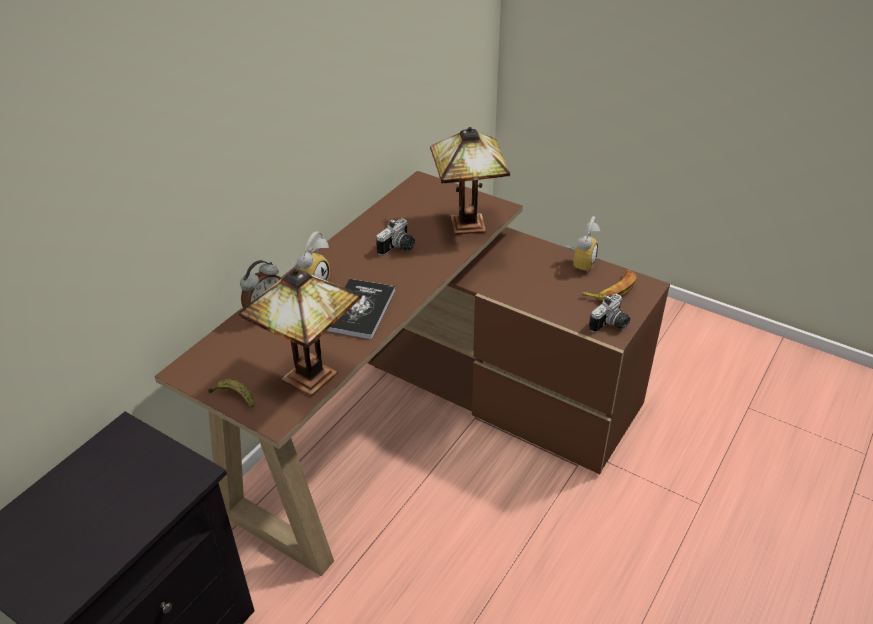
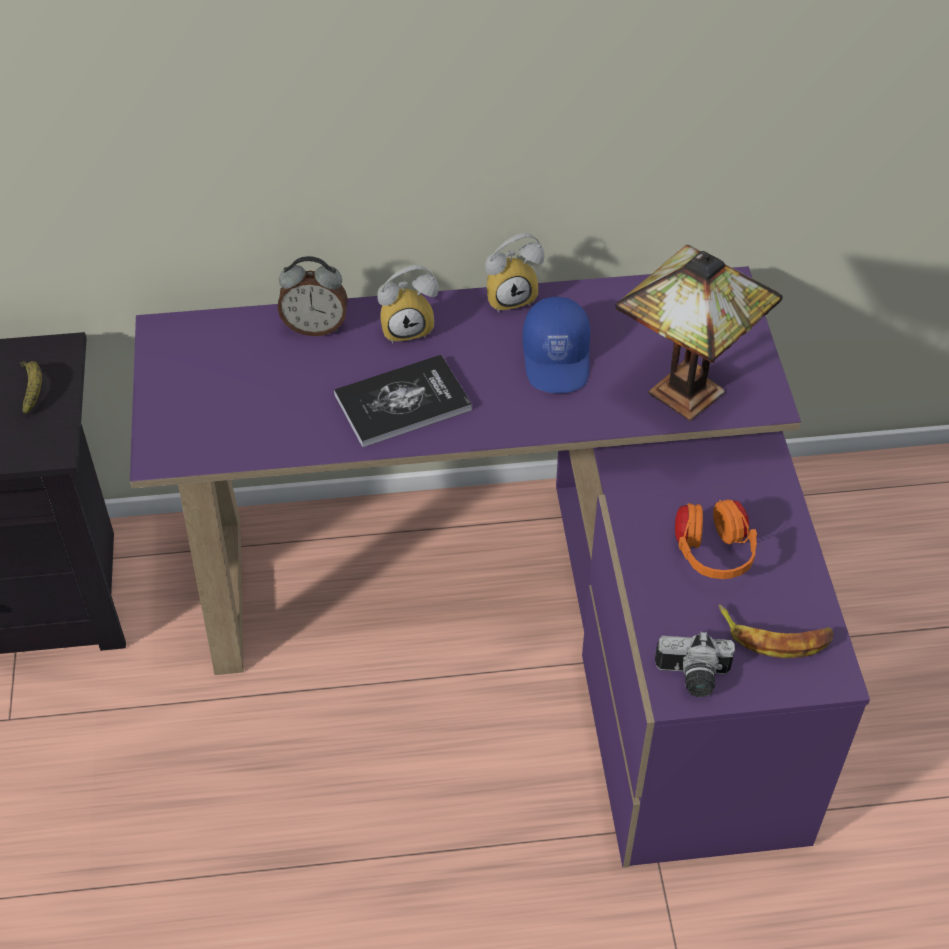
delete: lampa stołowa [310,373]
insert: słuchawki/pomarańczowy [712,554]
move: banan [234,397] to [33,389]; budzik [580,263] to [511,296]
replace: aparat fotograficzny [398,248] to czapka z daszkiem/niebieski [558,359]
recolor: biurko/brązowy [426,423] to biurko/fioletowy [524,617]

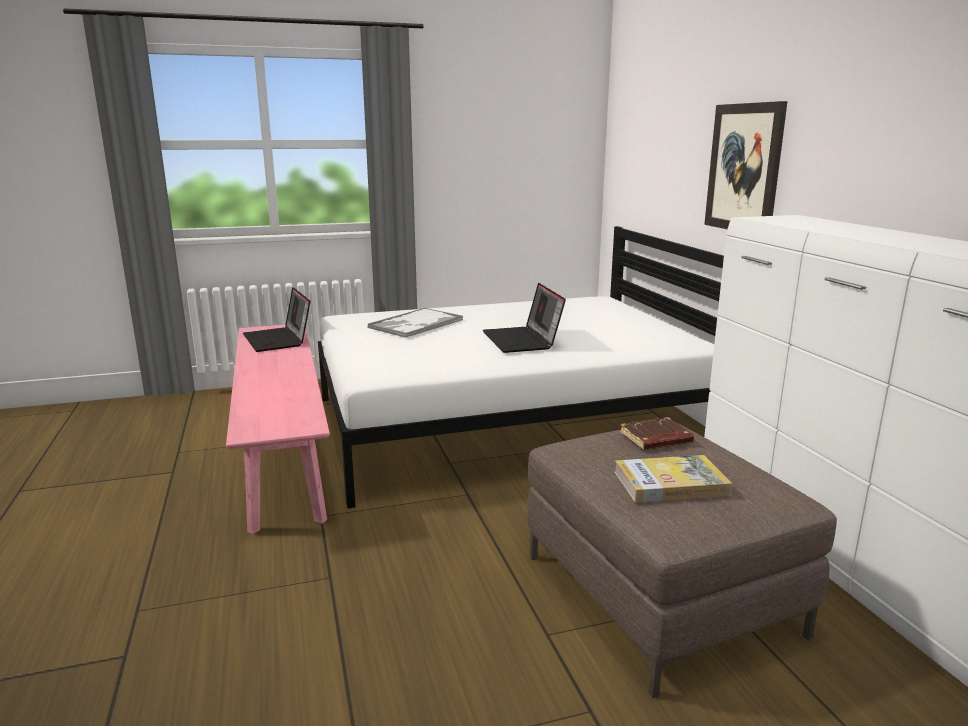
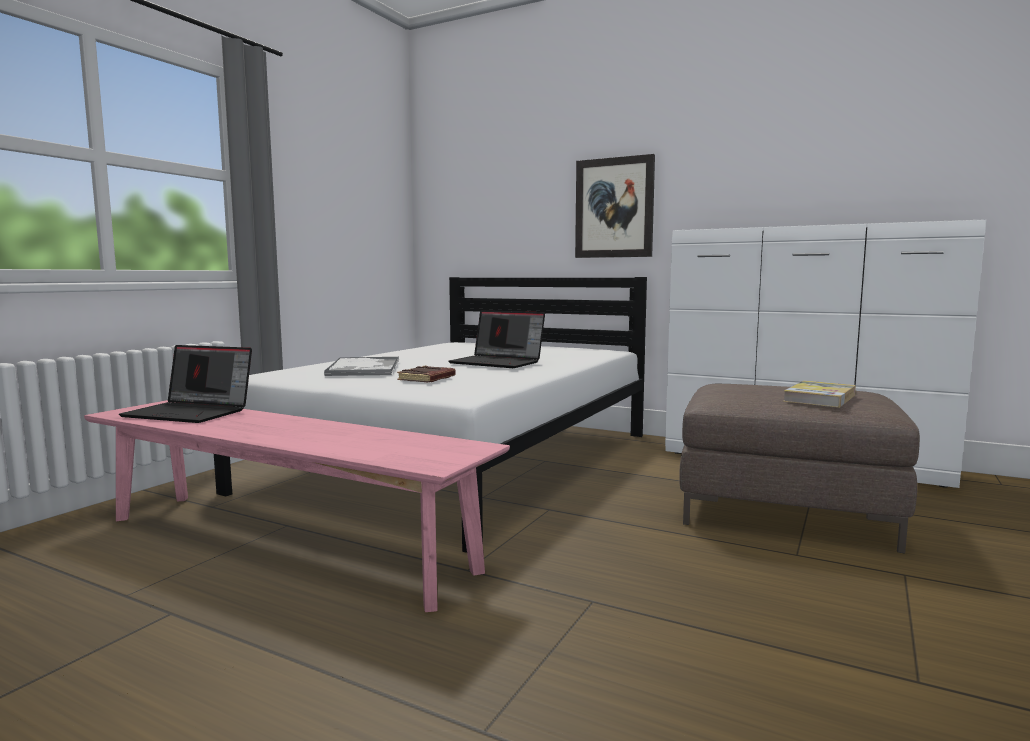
move: książka/brązowy [655,439] to [427,379]

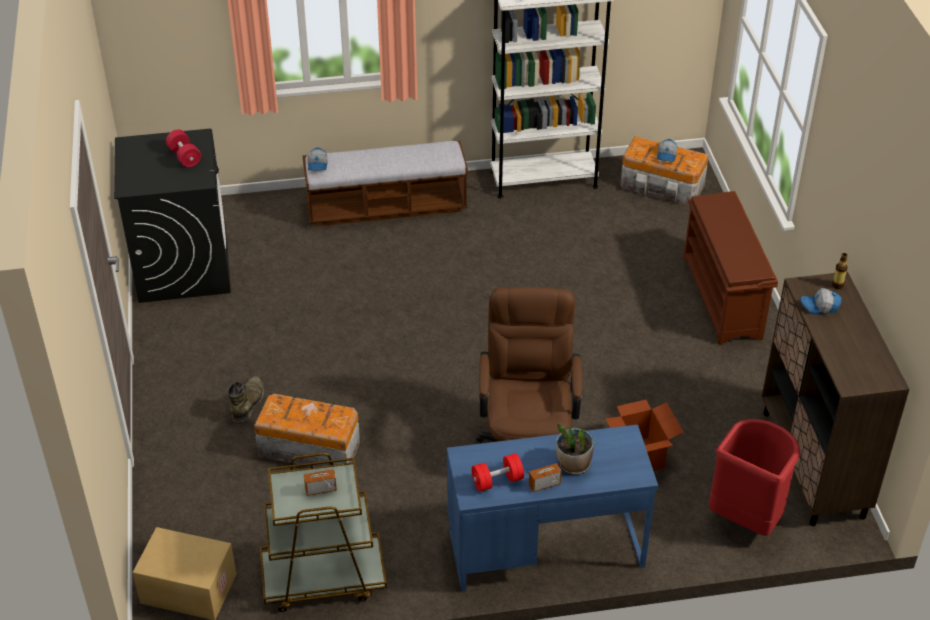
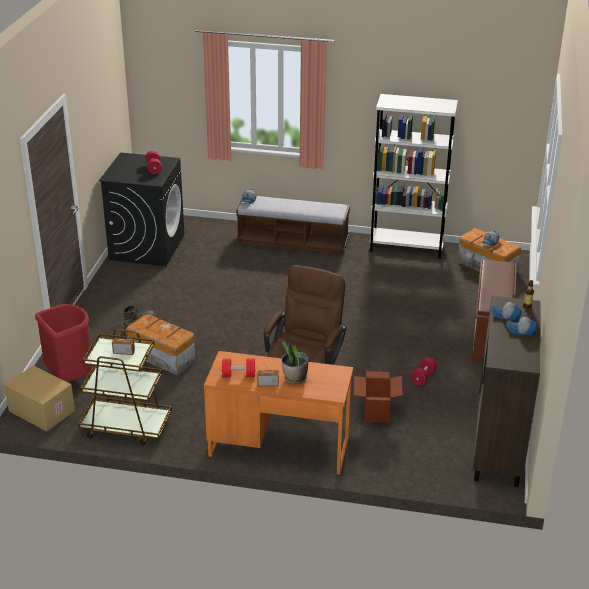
insert: hantel/czerwony [423,377]; czapka z daszkiem [521,330]
move: kosz na śmieci/czerwony [746,518] to [70,377]
recolor: biurko/niebieski [545,548] to biurko/pomarańczowy [279,446]

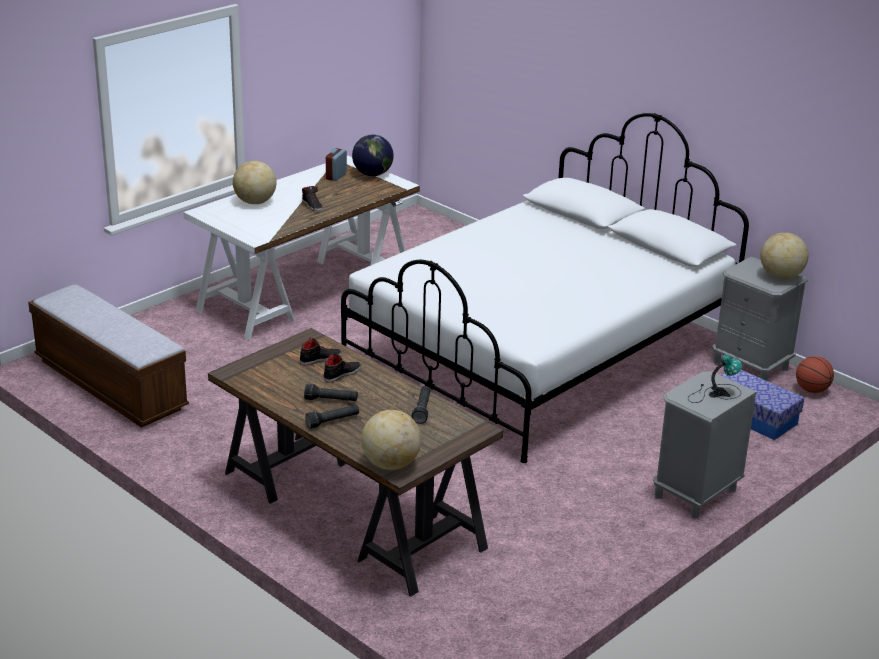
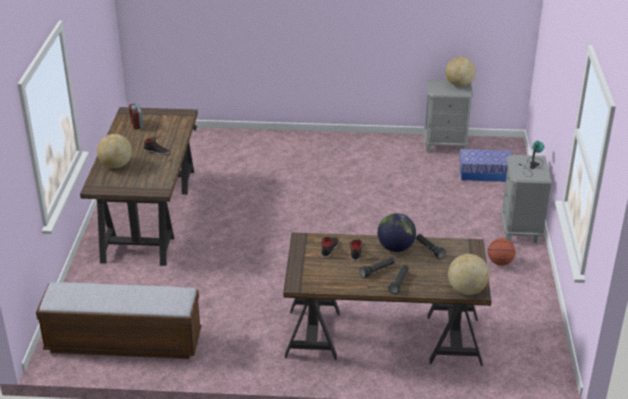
delete: łóżko/biały [541,354]
move: globus [372,174] to [395,248]; piłka do koszykówki [812,390] to [500,262]
recolor: biurko/biały [306,290] to biurko/brązowy [149,214]

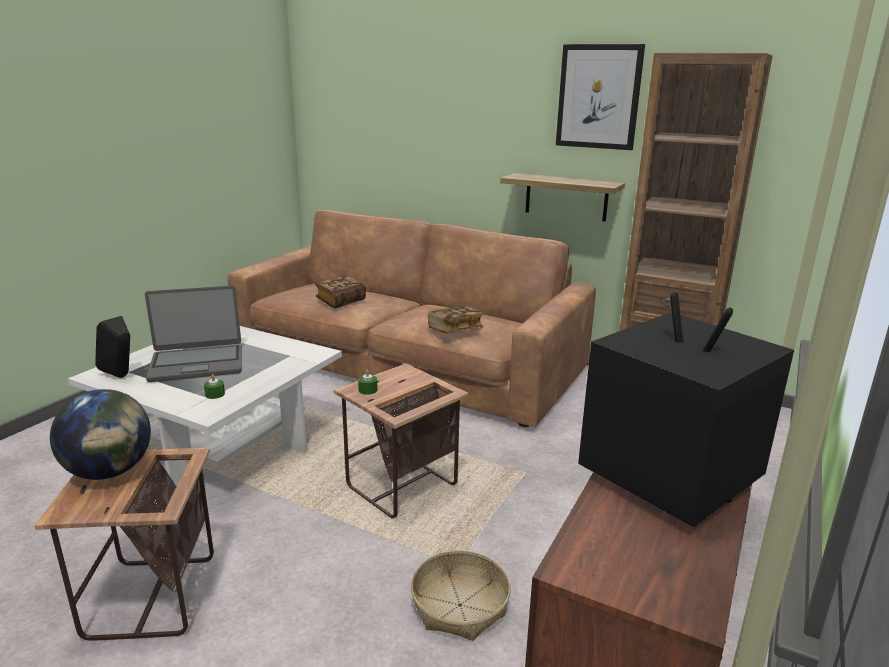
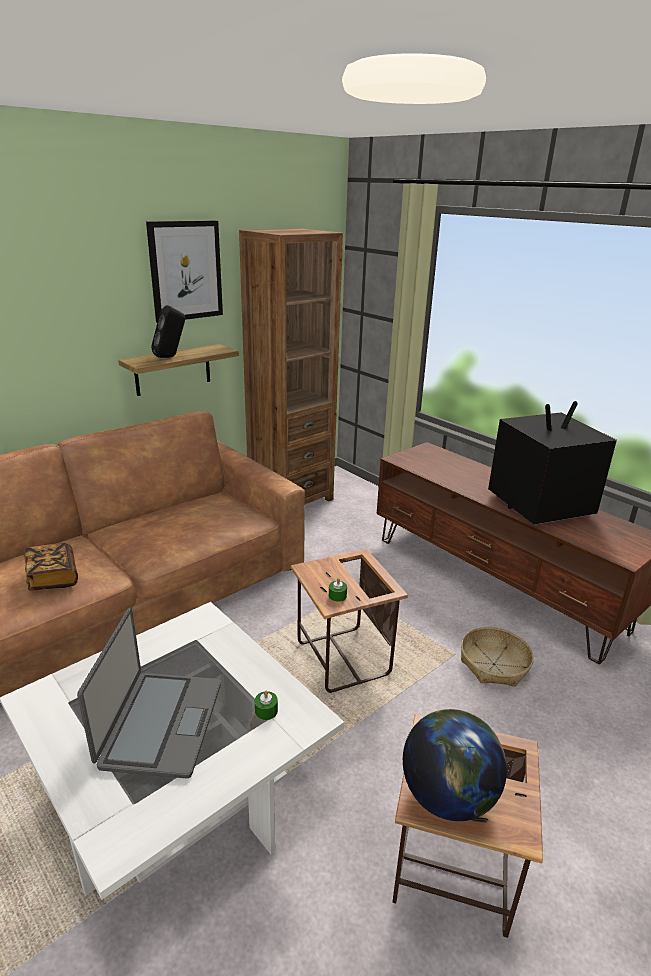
delete: książka [455,331]
move: głośnik/czarny [121,377] to [171,357]

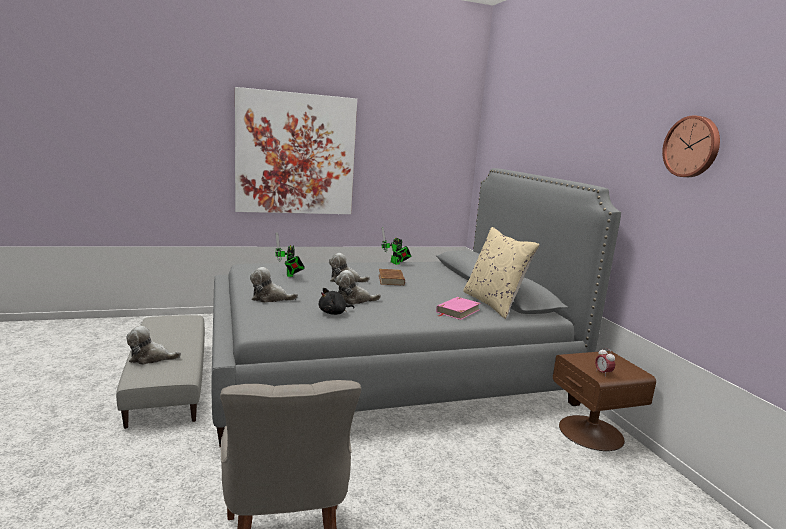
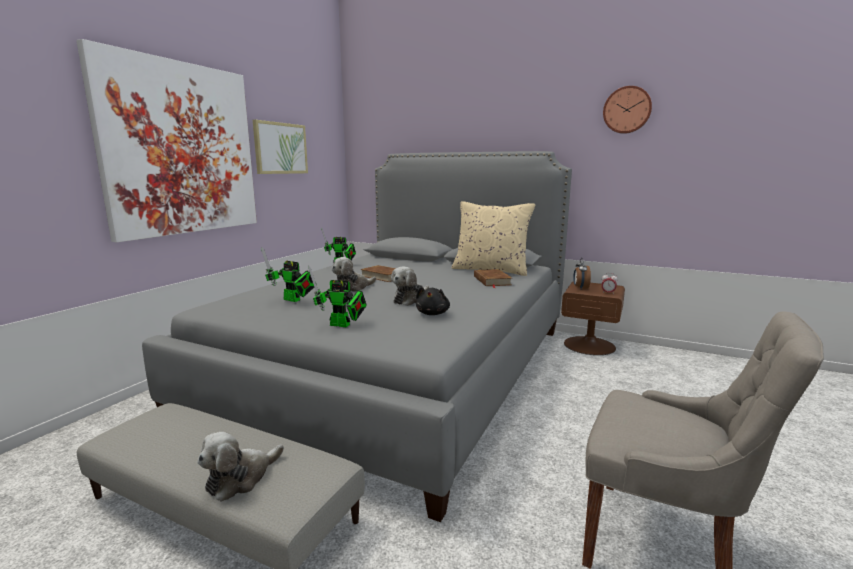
insert: obraz [280,148]; budzik [580,288]
replace: pluszak [270,298] to robot zabawkowy [343,325]
recolor: książka/różowy [457,311] to książka/brązowy [492,281]

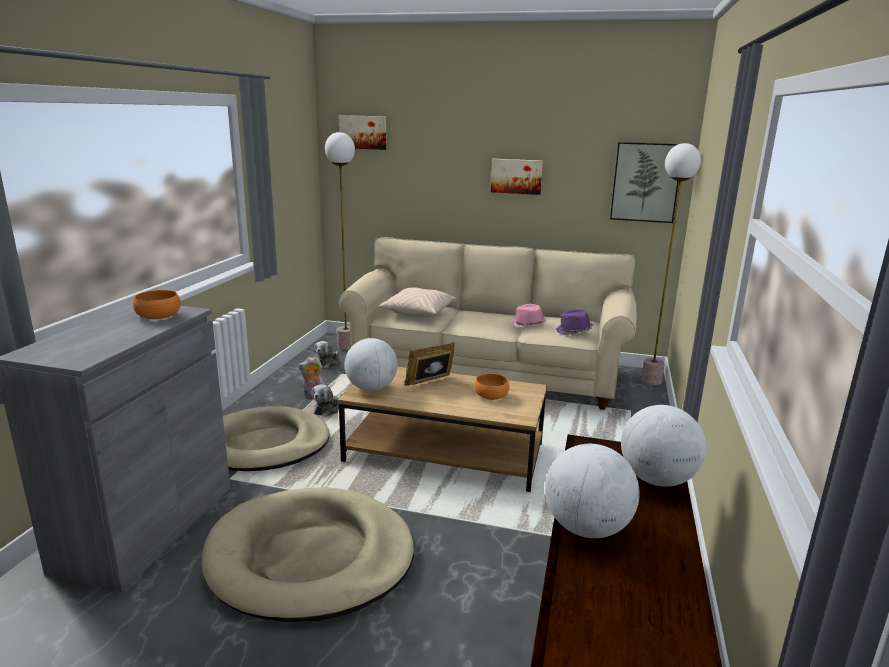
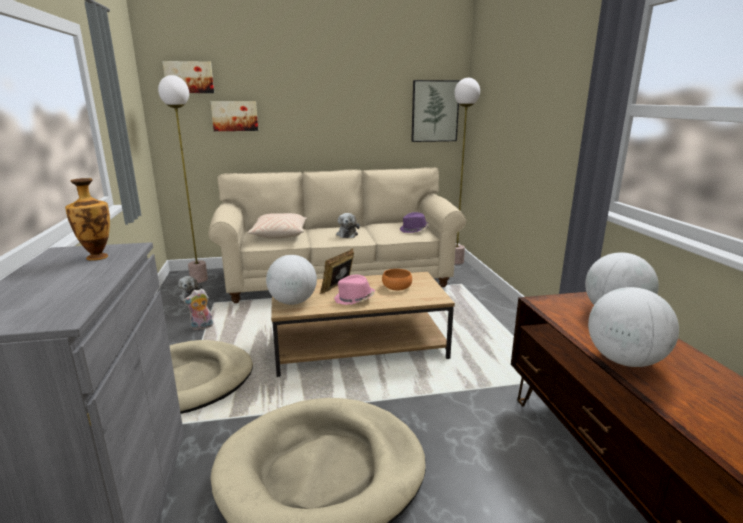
move: pluszak [328,409] to [347,234]; obraz [516,176] to [235,116]; kapelusz/różowy [528,325] to [354,299]
replace: miska/pomarańczowy [158,316] to wazon [97,257]

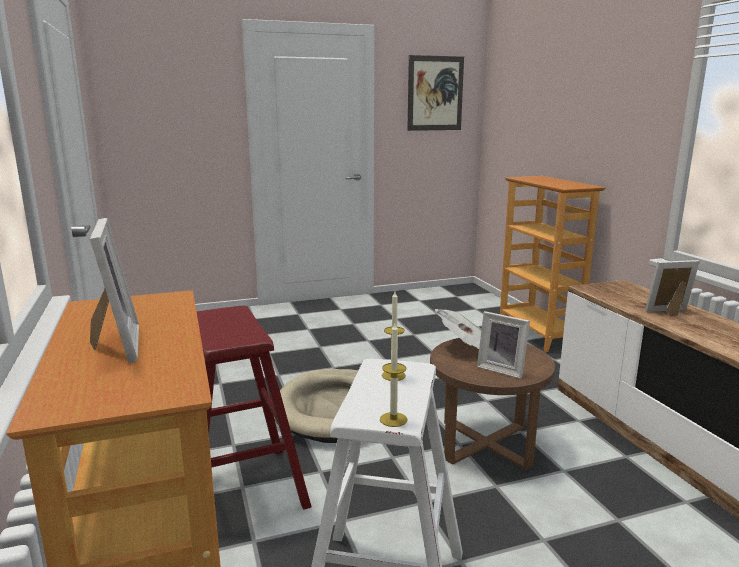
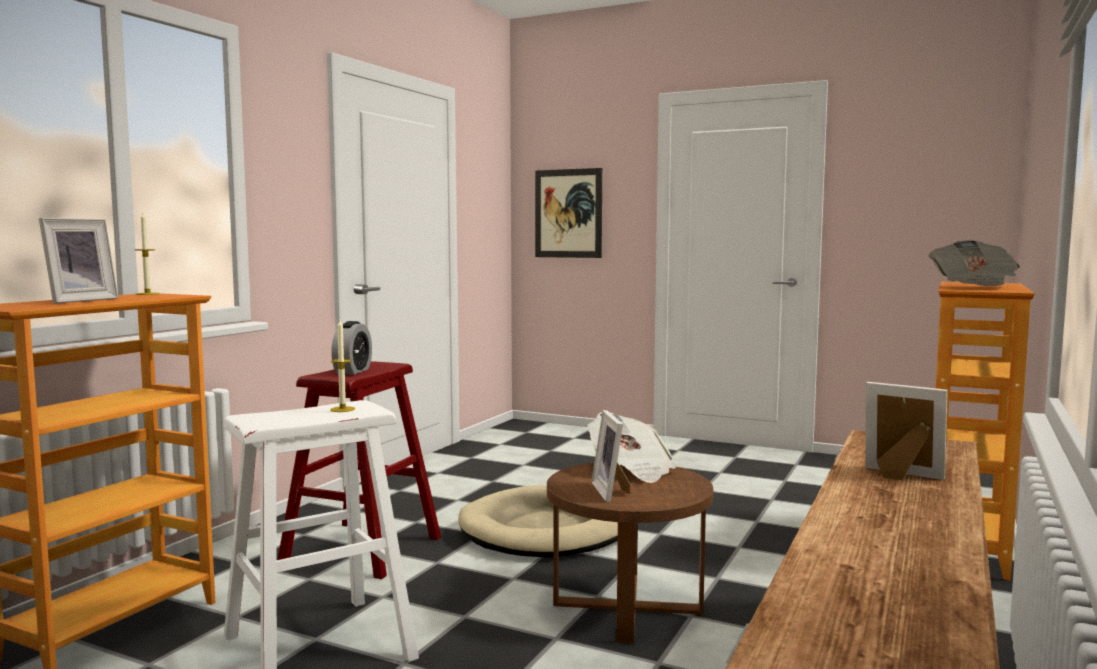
insert: budzik [352,371]; gazeta [973,288]
move: świeca [393,419] to [147,294]; obraz [435,93] to [568,213]

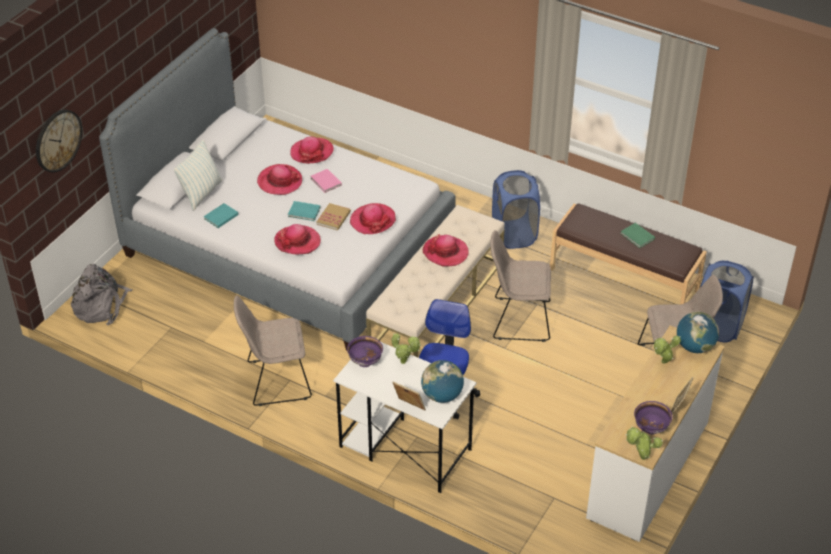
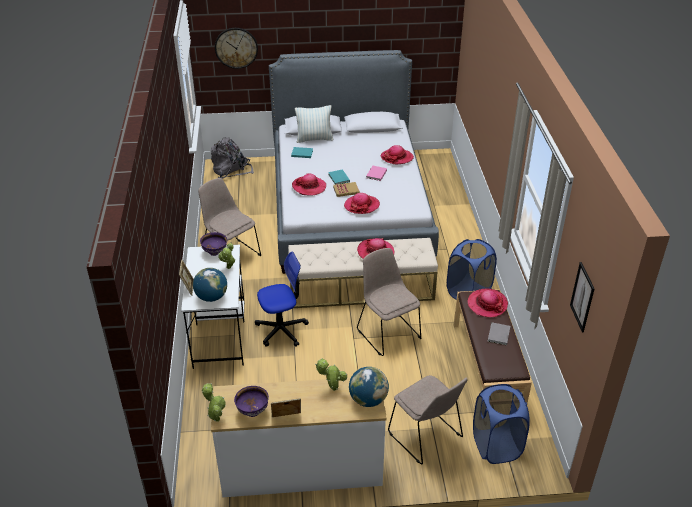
insert: obraz [582,297]
move: kapelusz [280,181] to [487,304]
recolor: książka/zielony [637,237] to książka/szary [498,335]

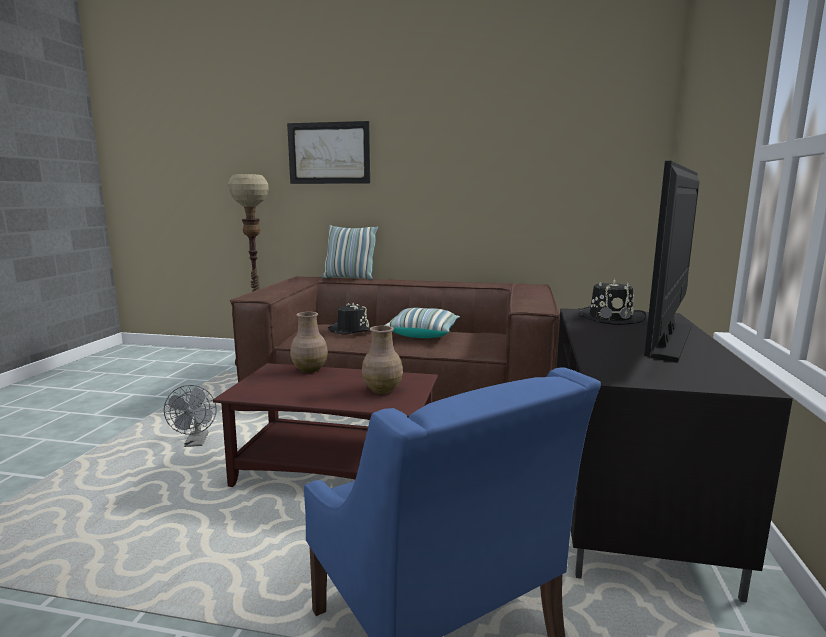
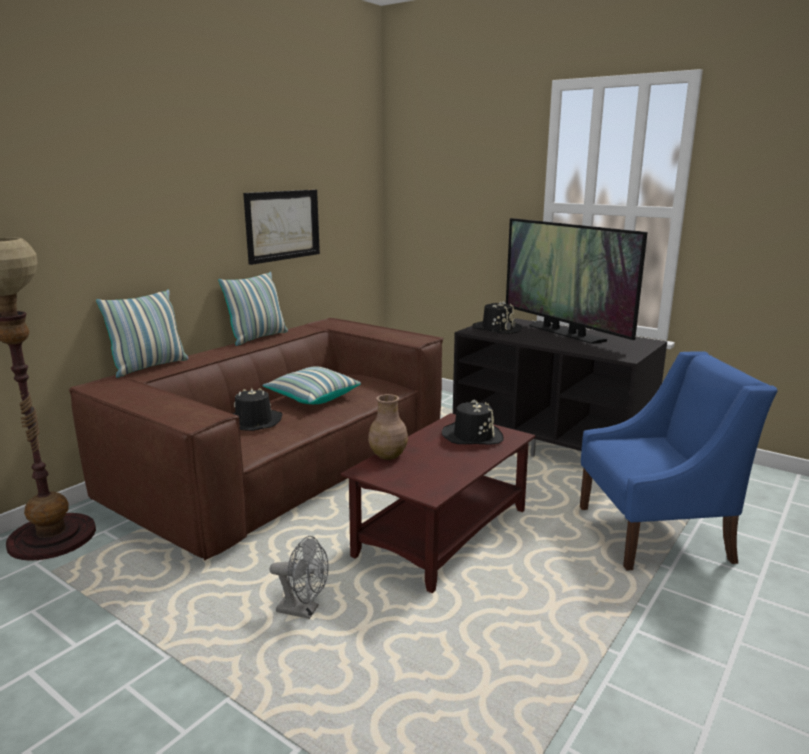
insert: poduszka [257,338]
move: obraz [329,153] to [282,225]
replace: wazon/brązowy [382,390] to kapelusz/czarny [472,436]

